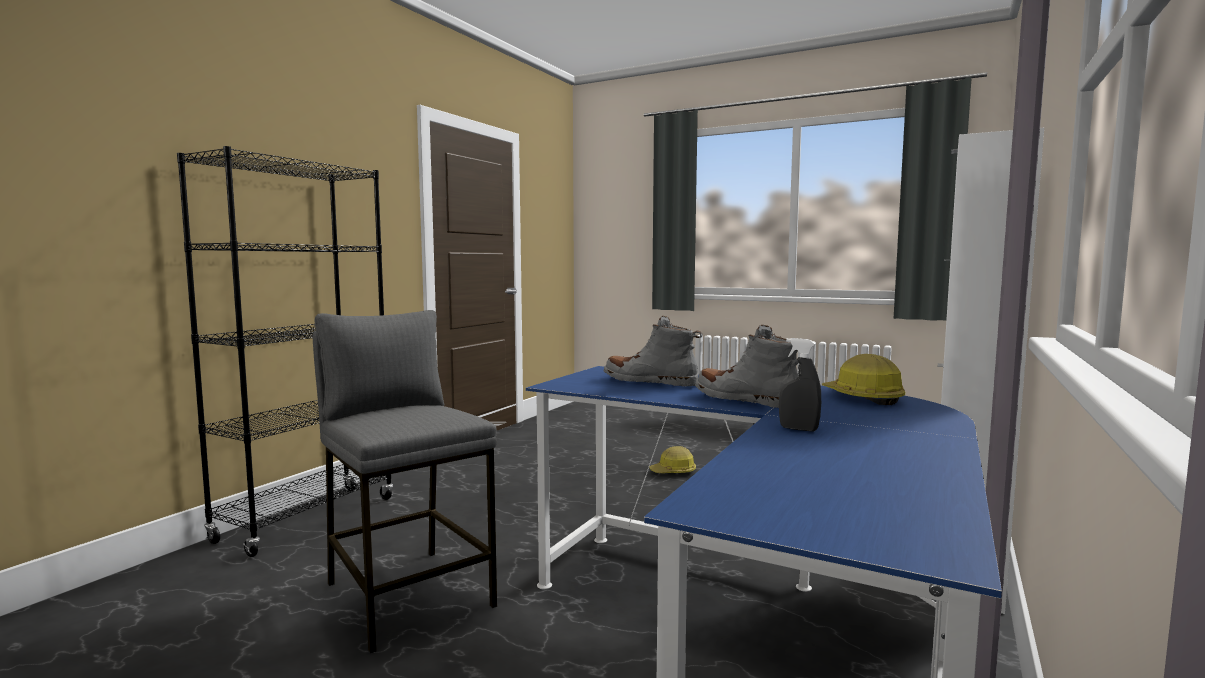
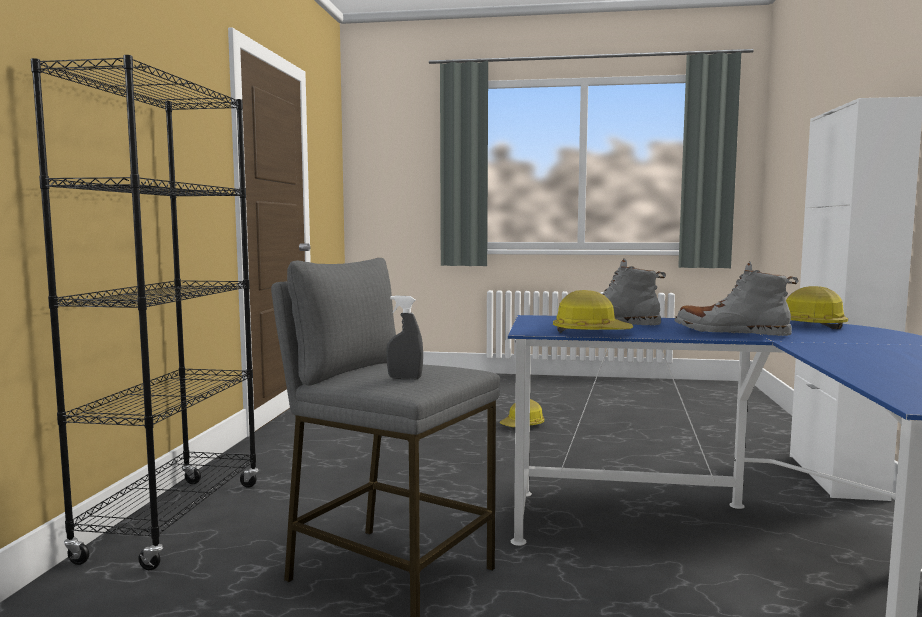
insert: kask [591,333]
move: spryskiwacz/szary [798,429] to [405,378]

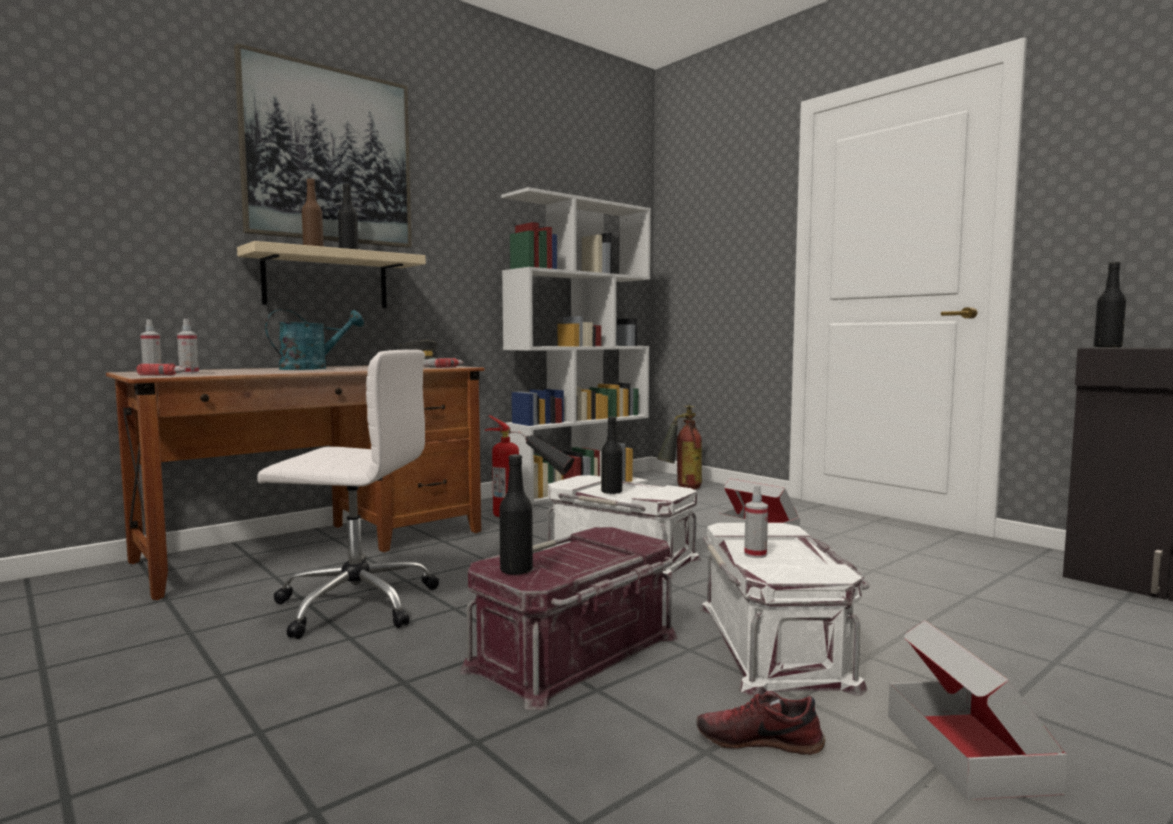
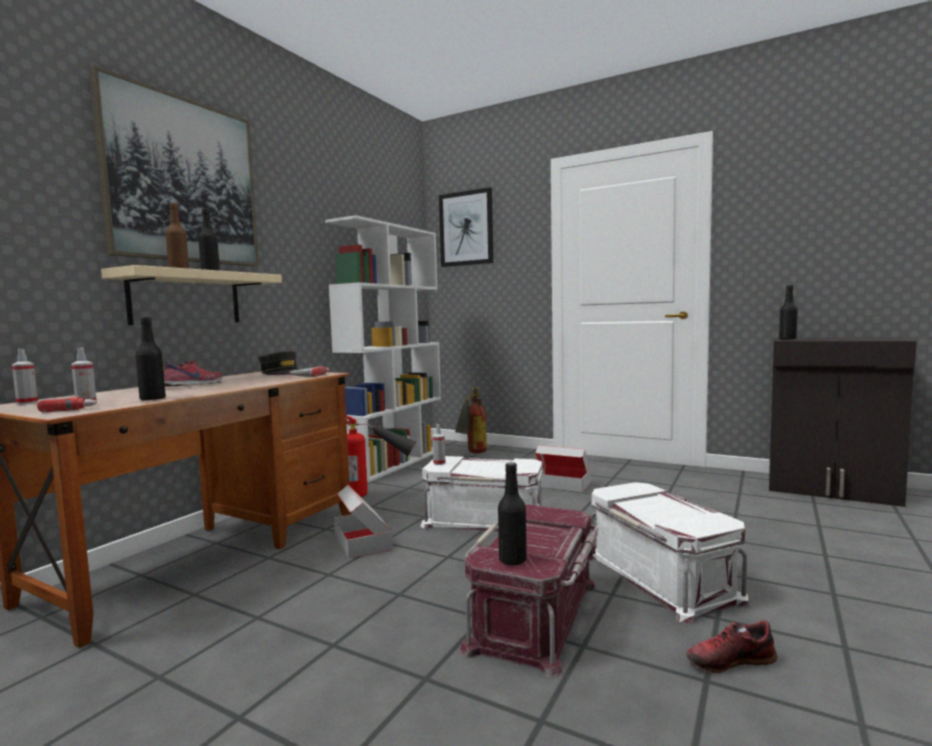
delete: krzesło biurowe/biały [353,604]
insert: obraz [466,228]
move: butelka/czarny [611,492] to [152,399]; spryskiwacz [755,554] to [439,463]; karton [968,752] to [363,541]
replace: konewka/turkusowy [312,368] to but [194,385]

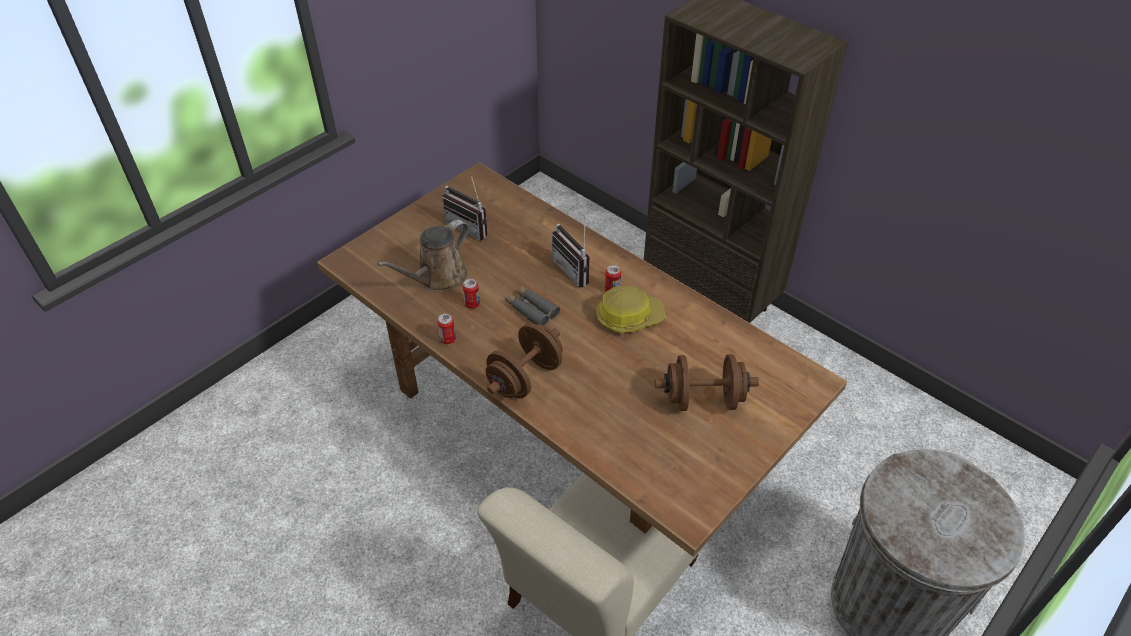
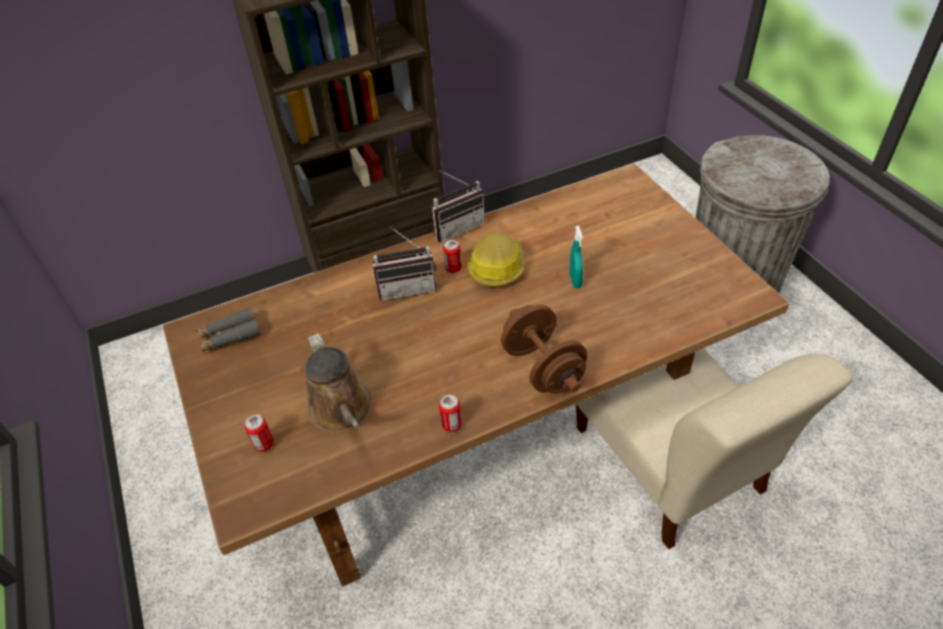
delete: hantel/brązowy [703,399]
insert: spryskiwacz/turkusowy [575,281]
move: radio [470,227] to [457,227]; puszka [472,304] to [264,444]; lornetka/szary [531,310] to [230,336]

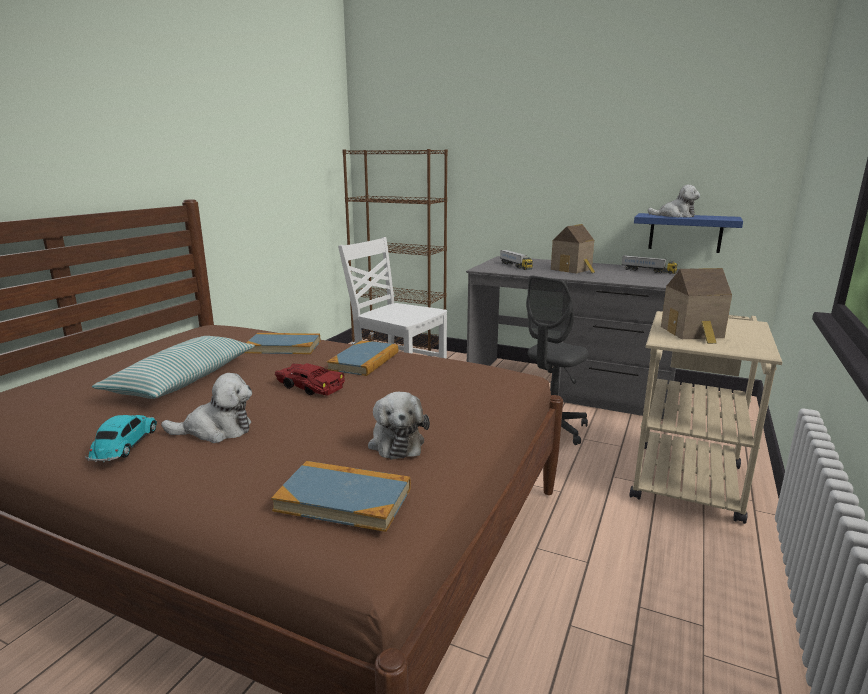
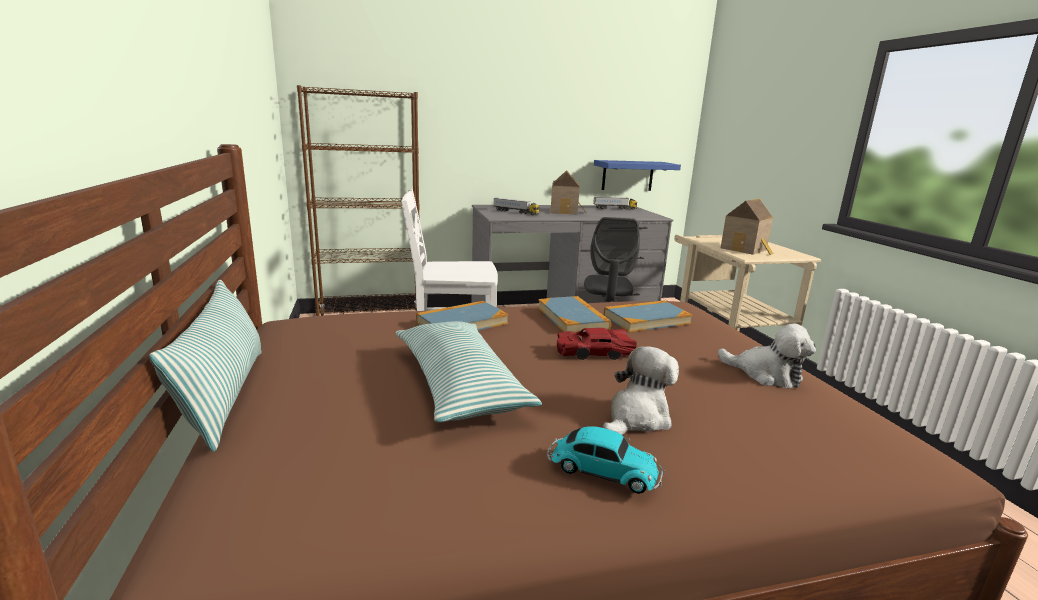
delete: pluszak [675,216]
insert: poduszka [224,395]
move: książka [343,499] to [646,319]
rotate: samochodzik [124,445] = [601,470] 150 degrees clockwise

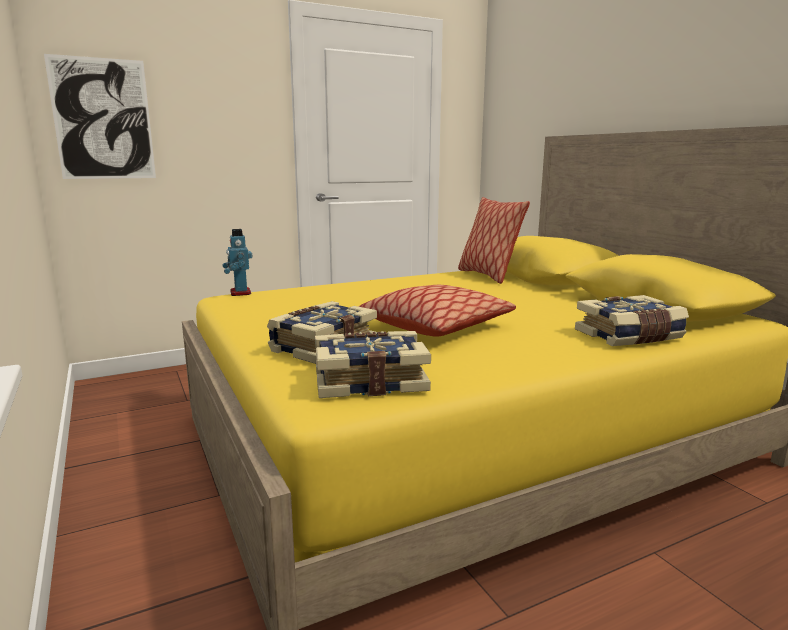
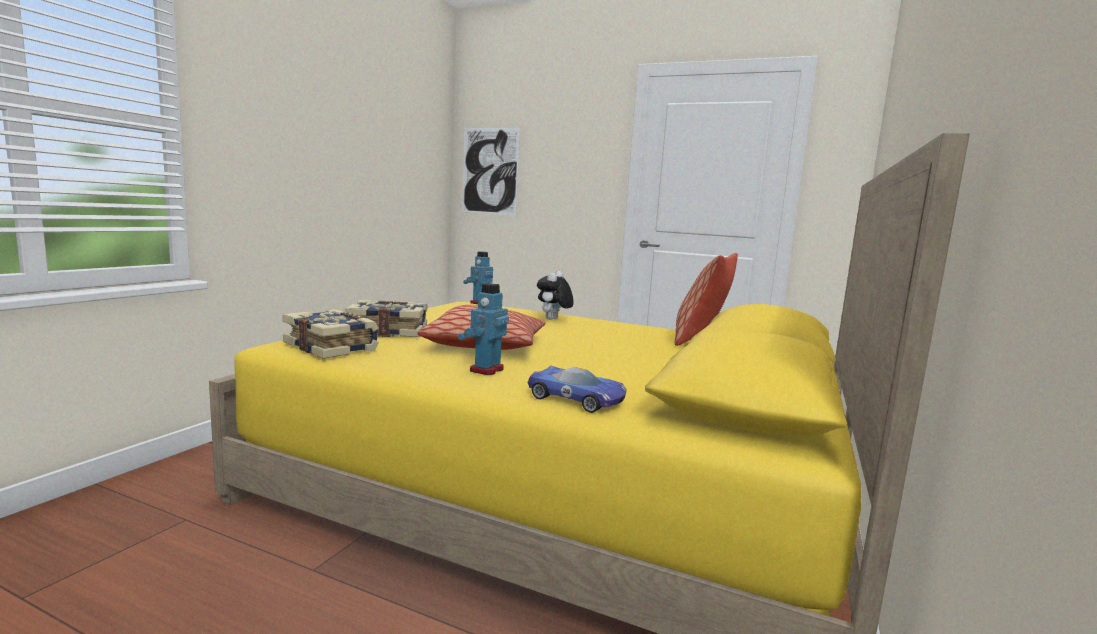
insert: robot zabawkowy [486,370]; pluszak [553,319]
replace: książka [630,336] to samochodzik [578,398]

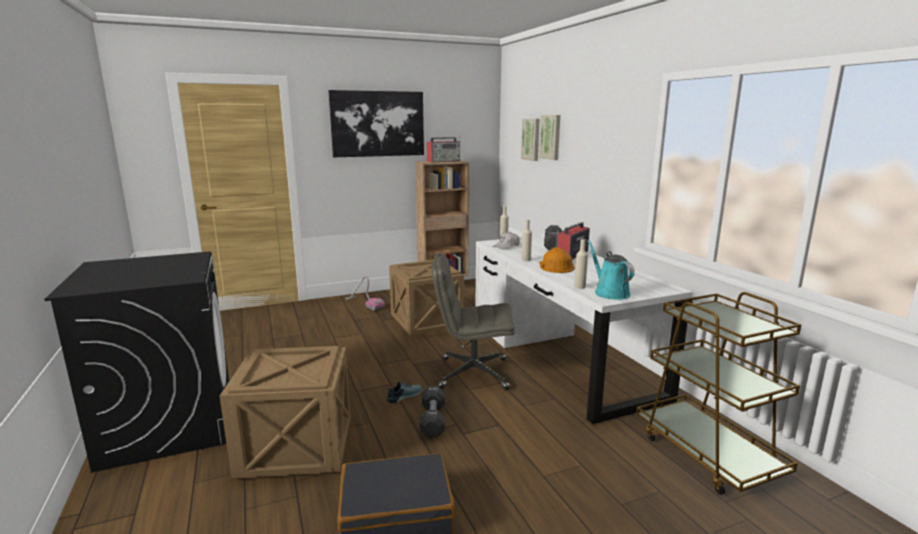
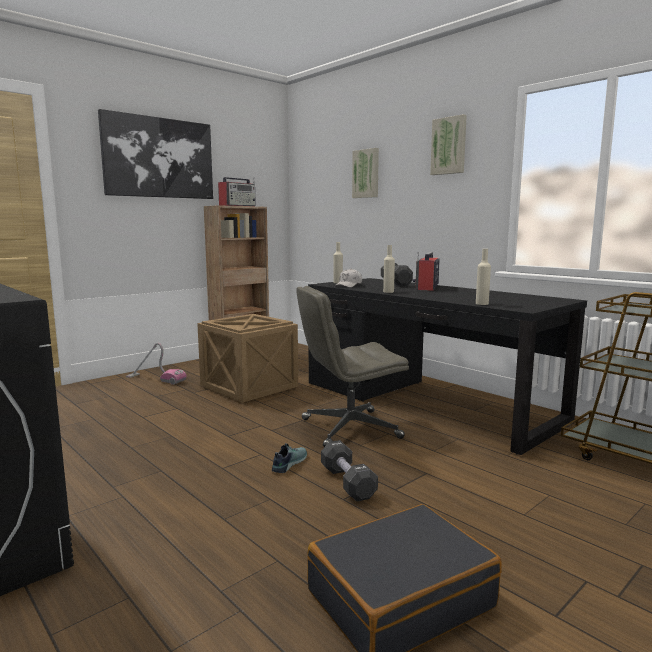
delete: skrzynka [294,447]; kask/pomarańczowy [555,266]; konewka/turkusowy [609,292]
move: obraz [531,139] to [449,146]
recolor: biurko/biały [560,357] to biurko/czarny [426,402]

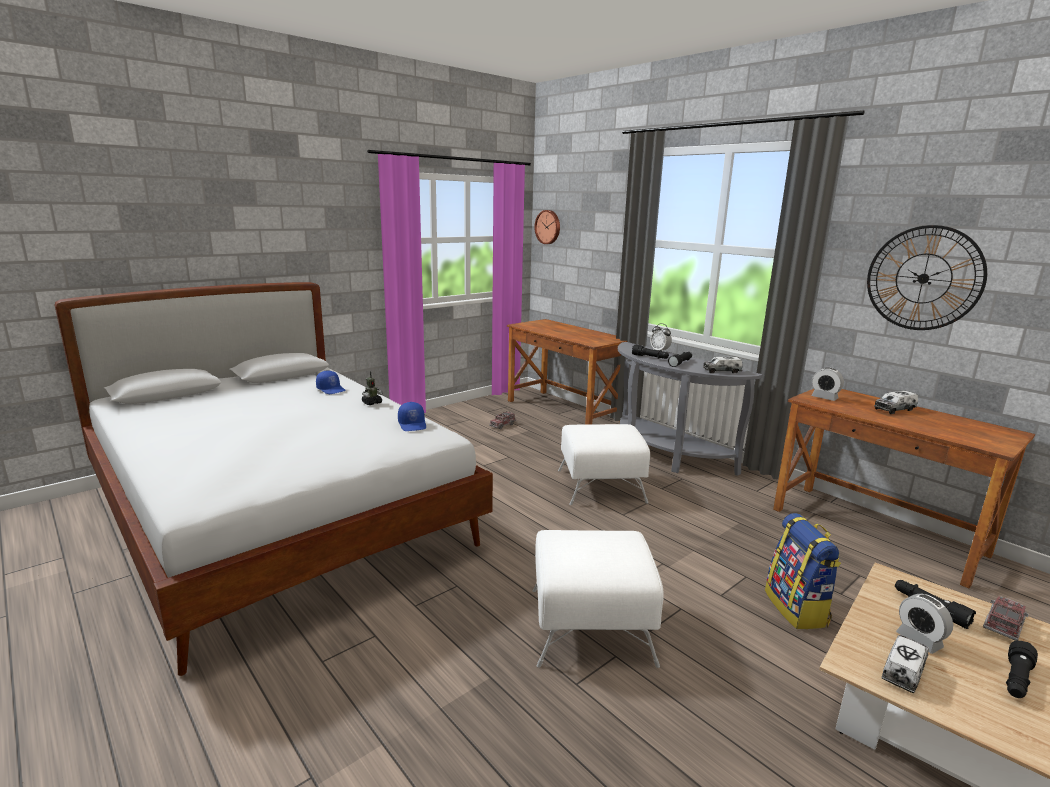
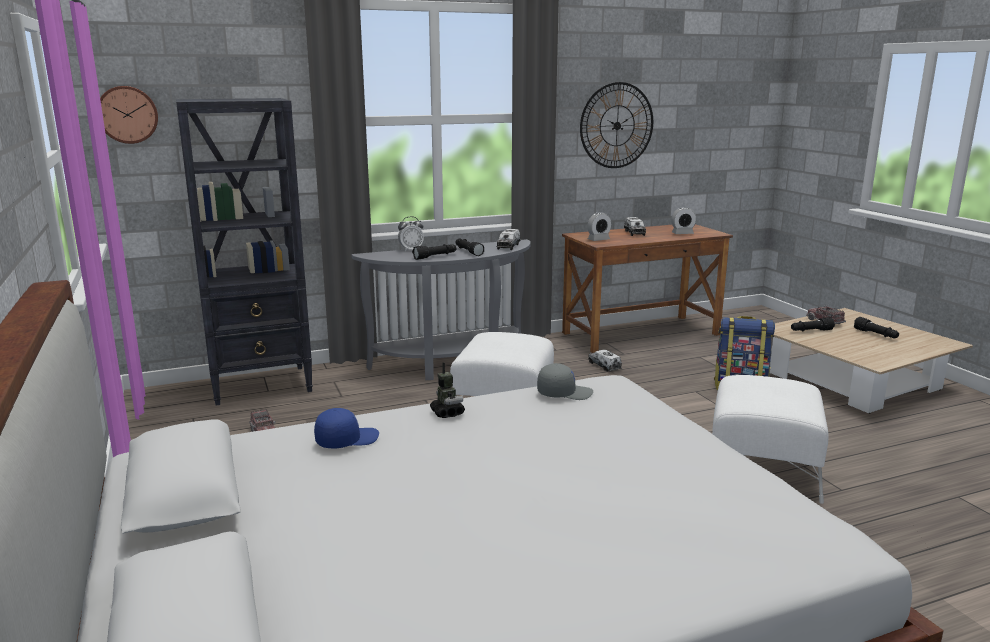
move: ciężarówka zabawkowa [903,670] to [604,366]; budzik [919,640] to [682,233]
replace: biurko/brązowy [564,410] to regał/czarny [262,385]
recolor: czapka z daszkiem/niebieski [413,425] to czapka z daszkiem/szary [564,393]

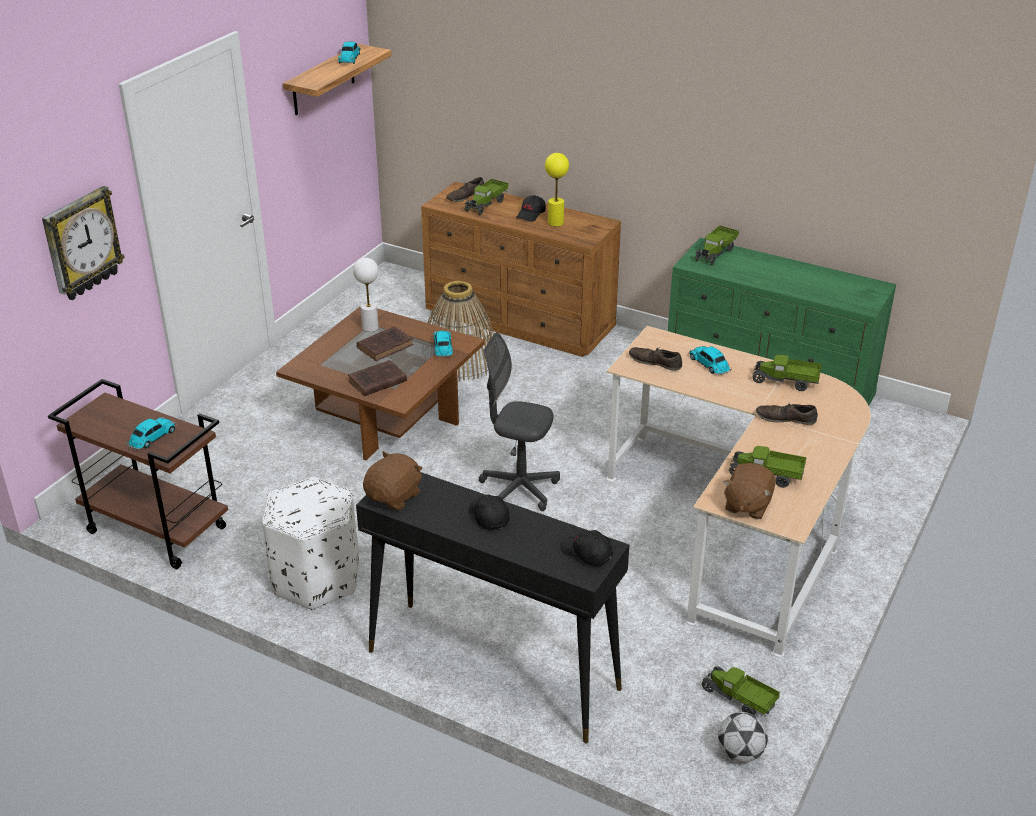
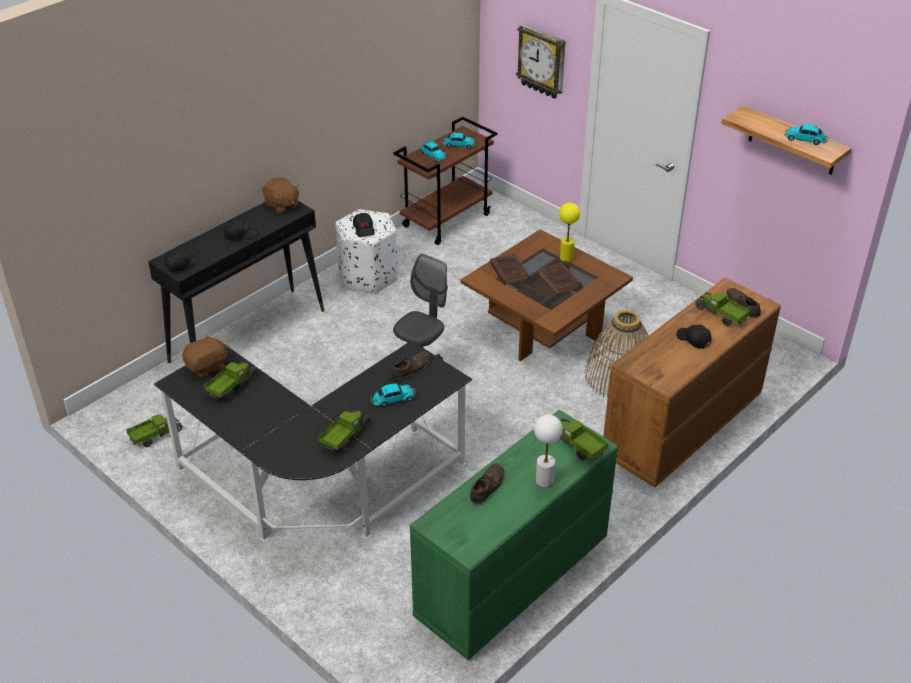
delete: piłka futbolowa [740,753]
insert: czapka z daszkiem/czarny [364,229]
move: lampa stołowa/biały [370,327] to [544,480]; samochodzik [443,347] to [458,145]; lampa stołowa/żółty [556,222] to [566,258]; but/brązowy [785,418] to [487,486]
recolor: biurko/beżowy [739,527] to biurko/czarny [320,490]
rotate: pluszak/brązowy [747,505] = [207,367] 105 degrees clockwise

